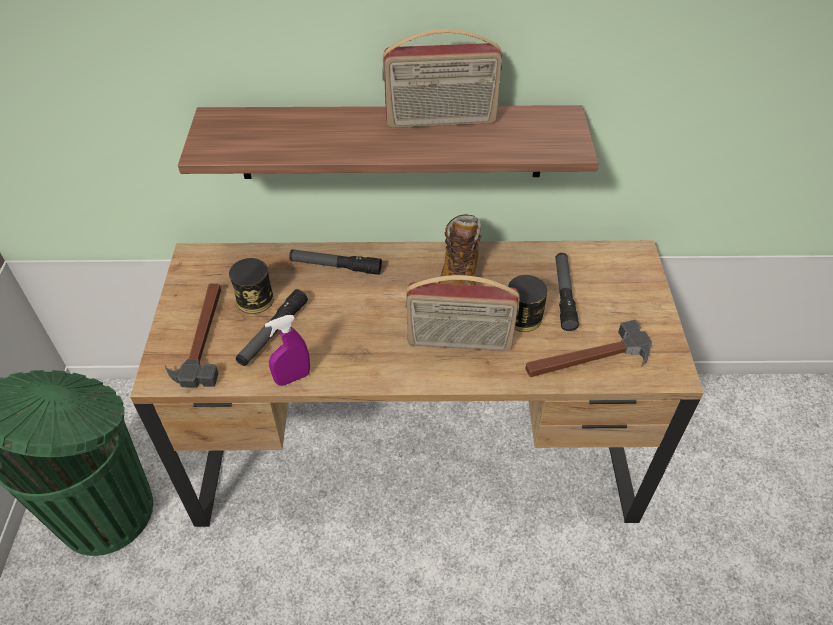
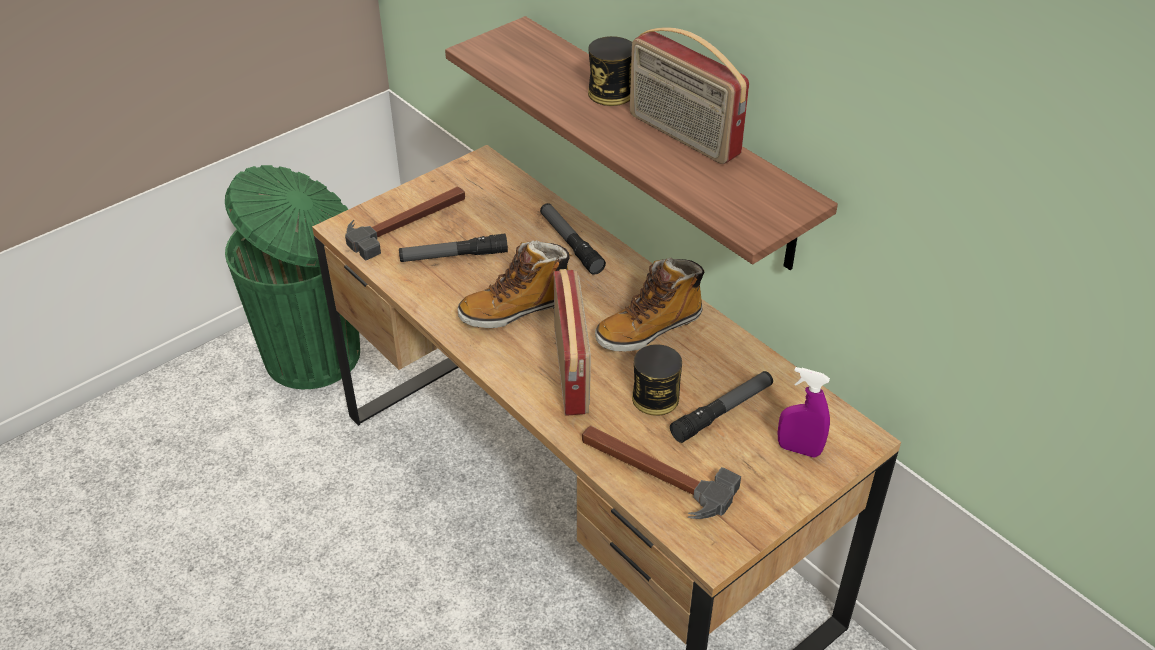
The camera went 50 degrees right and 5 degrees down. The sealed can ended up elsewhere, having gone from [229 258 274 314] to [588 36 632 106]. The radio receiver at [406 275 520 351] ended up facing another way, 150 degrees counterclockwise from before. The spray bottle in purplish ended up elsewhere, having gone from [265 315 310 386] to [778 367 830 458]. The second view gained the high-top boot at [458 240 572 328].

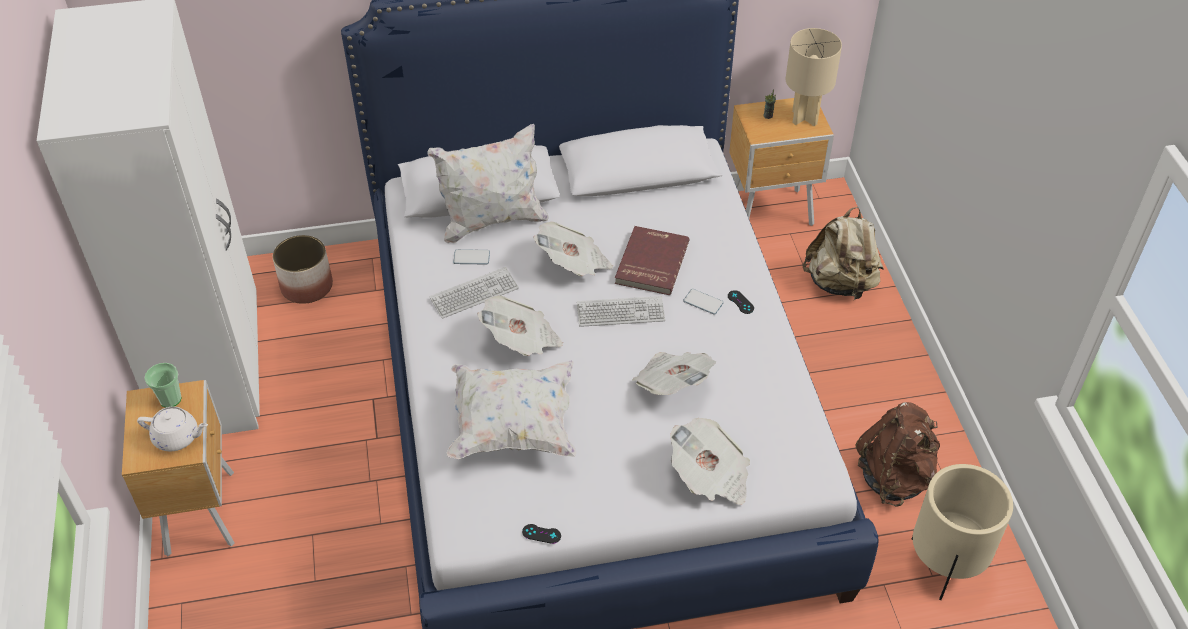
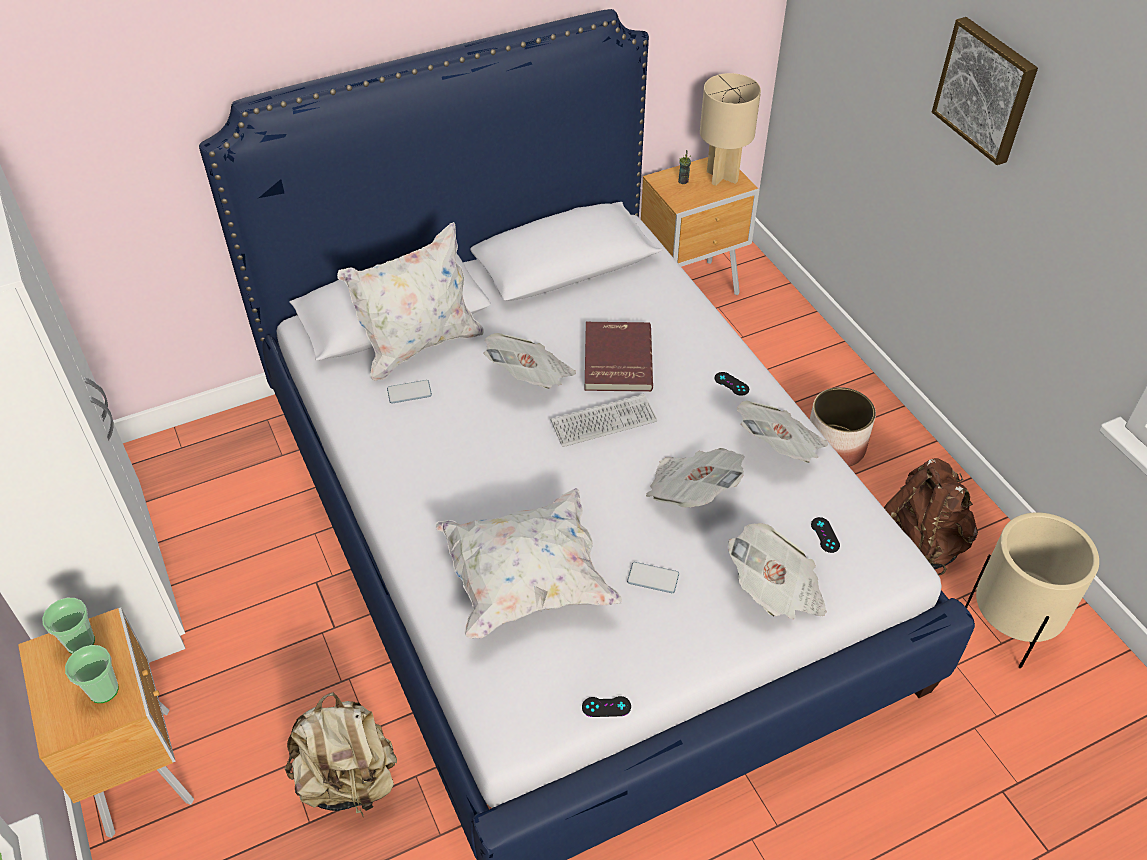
The camera went 15 degrees left and 0 degrees up. The knapsack in beige-coloured ended up elsewhere, having gone from [802 207 884 300] to [284 692 397 816]. The flower pot ended up elsewhere, having gone from [273 235 333 304] to [809 387 876 467]. The second view lost the keyboard at [429 267 519 318]. The phone ended up elsewhere, having gone from [683 289 724 315] to [627 562 679 593]. The printed paper ended up elsewhere, having gone from [477 296 563 356] to [737 400 828 463]. Where the pot for tea in whitish stood at [137 406 208 451], the small cup came to stand at [65 645 118 703]. The second view gained the wall picture at [932 17 1038 165]. The second view gained the game controller in blackish at [811 517 840 553].

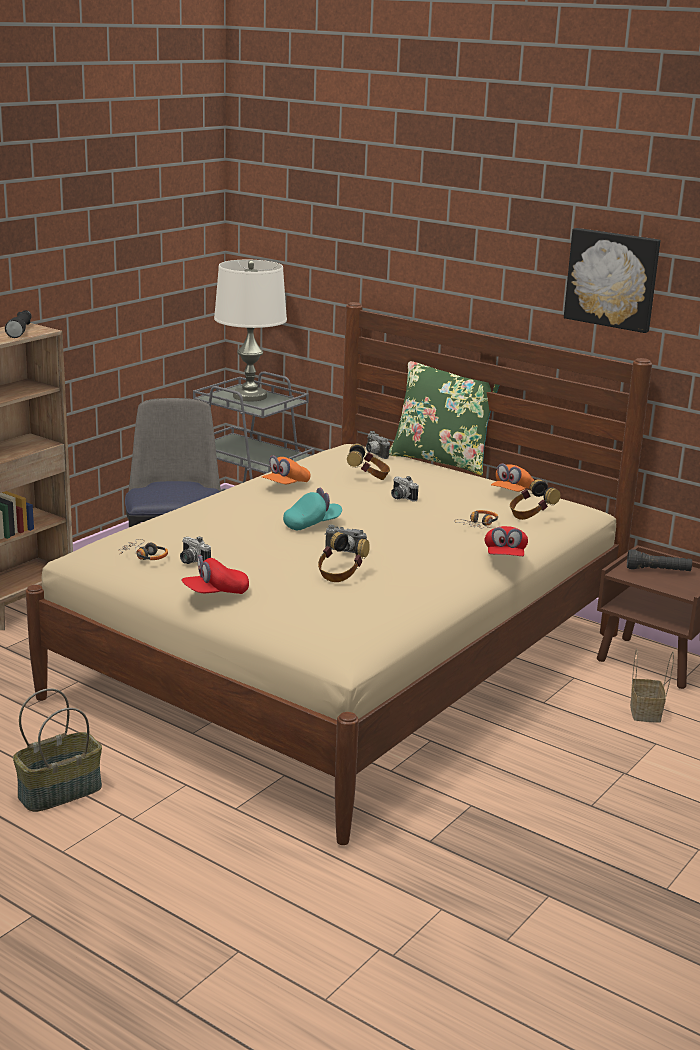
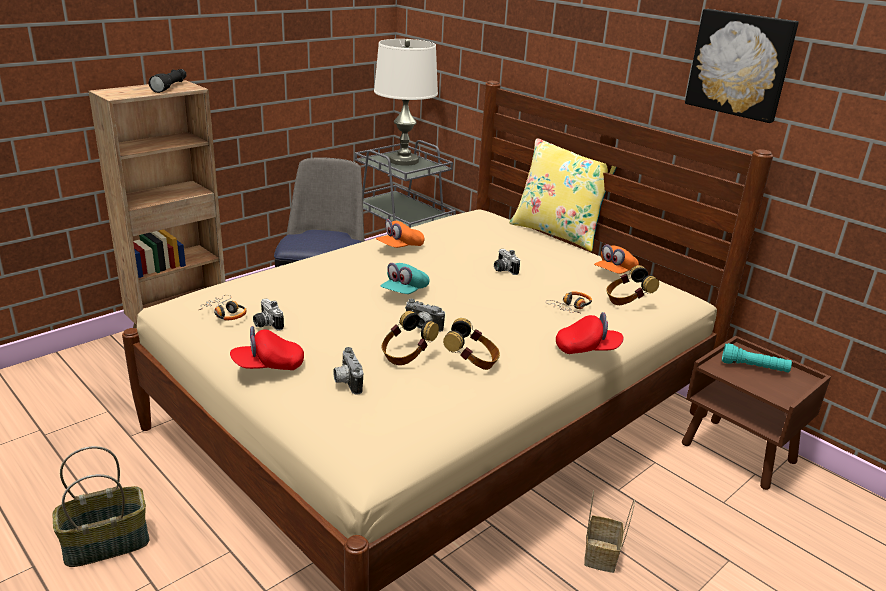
The camera went 10 degrees right and 5 degrees up. What was the throw pillow in green at [389 361 500 475] turned into the throw pillow in yellow at [509 138 617 252]. The still camera ended up elsewhere, having gone from [366 431 390 459] to [333 347 363 395]. The headphones ended up elsewhere, having gone from [347 444 390 480] to [443 318 500 370]. The baseball cap in turquoise at [283 488 342 530] ended up facing another way, 135 degrees clockwise from before. The baseball cap in reddish at [484 526 528 556] ended up facing another way, 105 degrees counterclockwise from before. What was the torch in blackish at [627 549 692 571] turned into the torch in turquoise at [722 343 792 373]. The basket ended up elsewhere, having gone from [630 649 674 723] to [584 490 635 573].

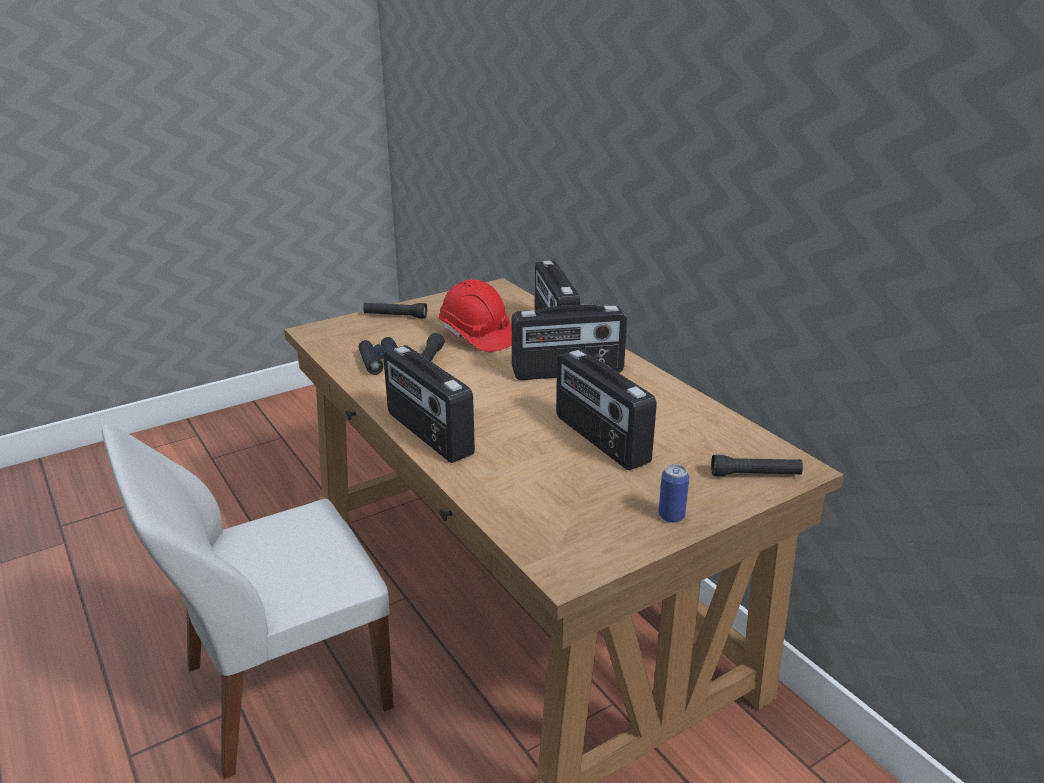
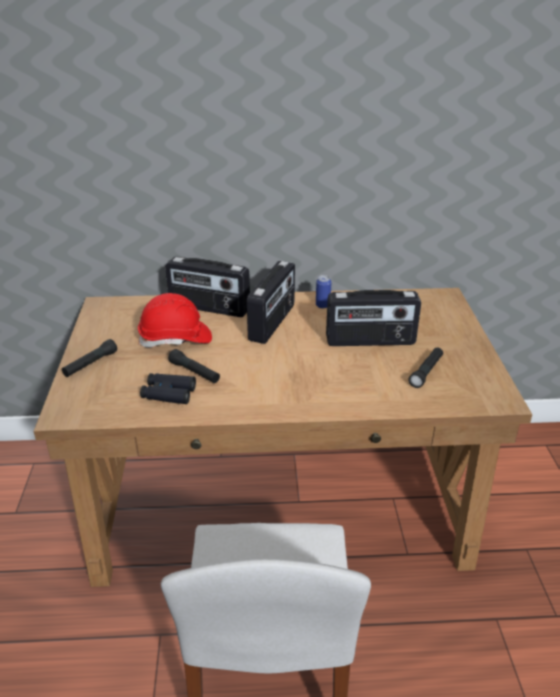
The camera went 60 degrees left and 5 degrees up. The second view lost the radio receiver at [383 345 475 463]. The torch in blackish ended up elsewhere, having gone from [711 455 803 476] to [408 347 443 388]. The sealed can ended up elsewhere, having gone from [658 464 689 523] to [316 275 331 308].

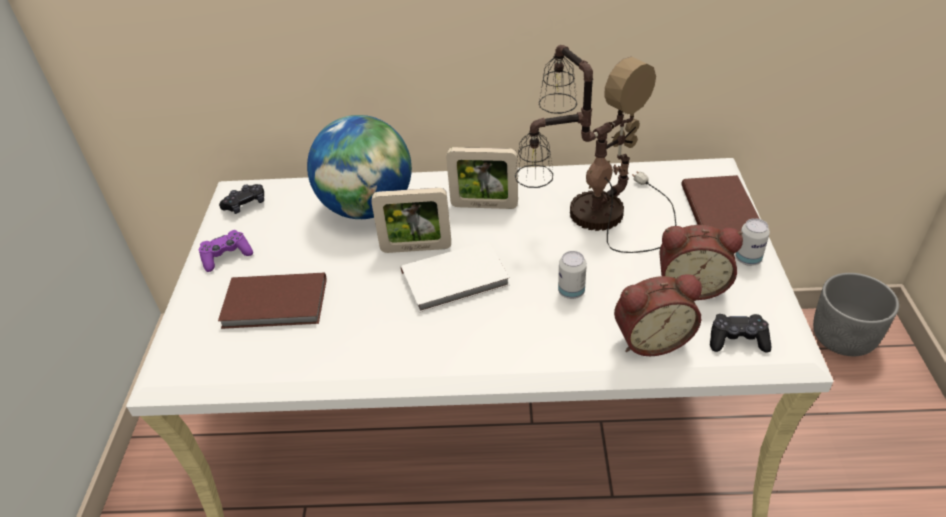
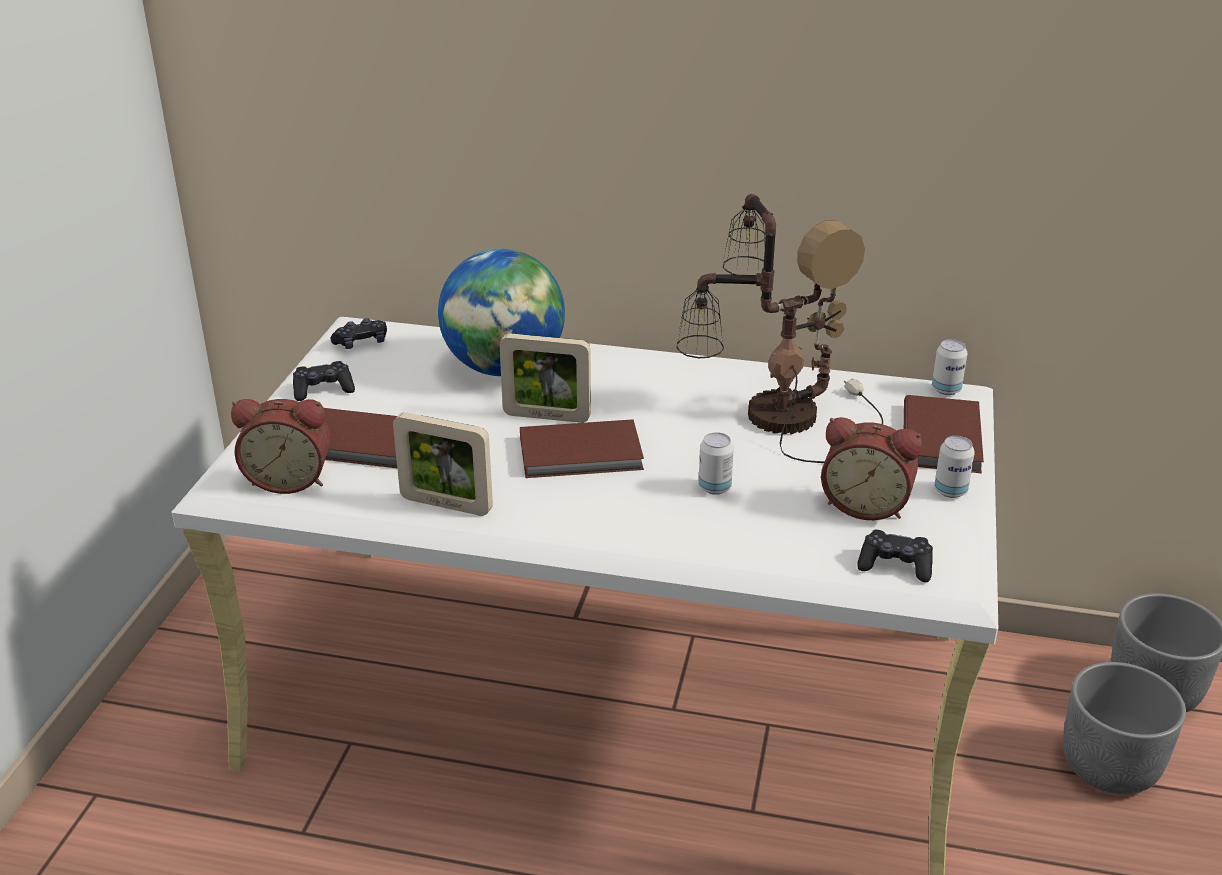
The camera went 10 degrees right and 10 degrees down. The photo frame ended up elsewhere, having gone from [446 147 518 209] to [393 412 493 516]. What was the game controller in purplish at [199 230 253 272] turned into the game controller in blackish at [293 361 355 401]. What was the volume in whitish at [400 241 510 313] turned into the volume in brownish at [520 419 644 478]. The table clock ended up elsewhere, having gone from [614 274 702 356] to [231 399 331 494]. The second view gained the sealed can at [932 339 967 395]. The second view gained the flower pot in greyish at [1063 662 1186 794].

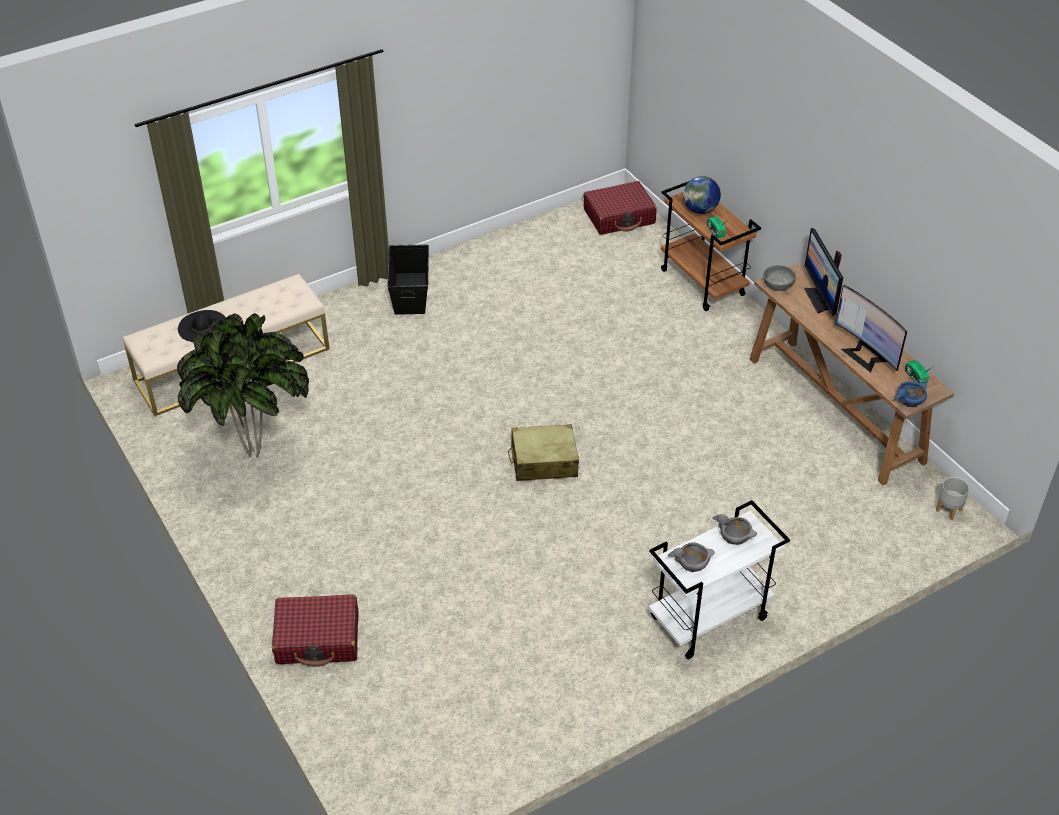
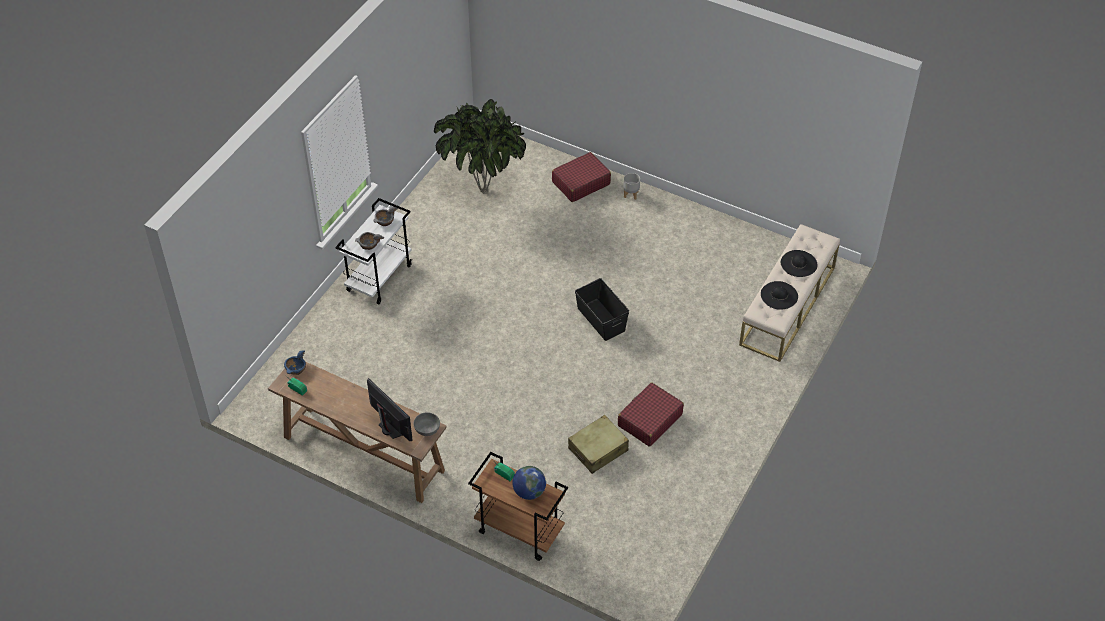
The camera went 150 degrees right and 5 degrees up. The travel case in reddish ended up elsewhere, having gone from [583 181 657 235] to [618 382 684 447]. The storage bin in blackish ended up elsewhere, having gone from [387 244 429 315] to [575 278 629 341]. The second view lost the monitor at [836 285 907 373]. The houseplant ended up elsewhere, having gone from [177 313 309 458] to [434 99 526 193]. The travel case in beige-coloured ended up elsewhere, having gone from [508 424 579 481] to [568 415 629 474]. The flower pot in greyish ended up elsewhere, having gone from [936 477 969 520] to [623 173 640 200]. The second view gained the clothing hat in blackish at [761 281 798 310].

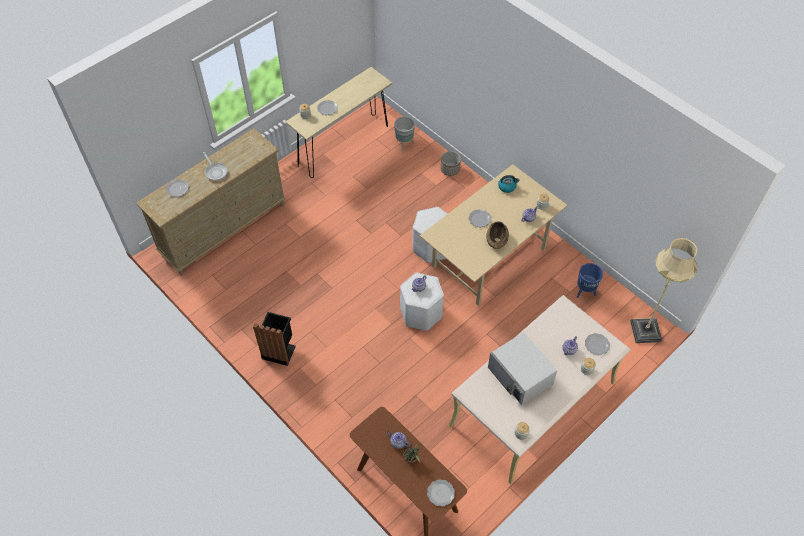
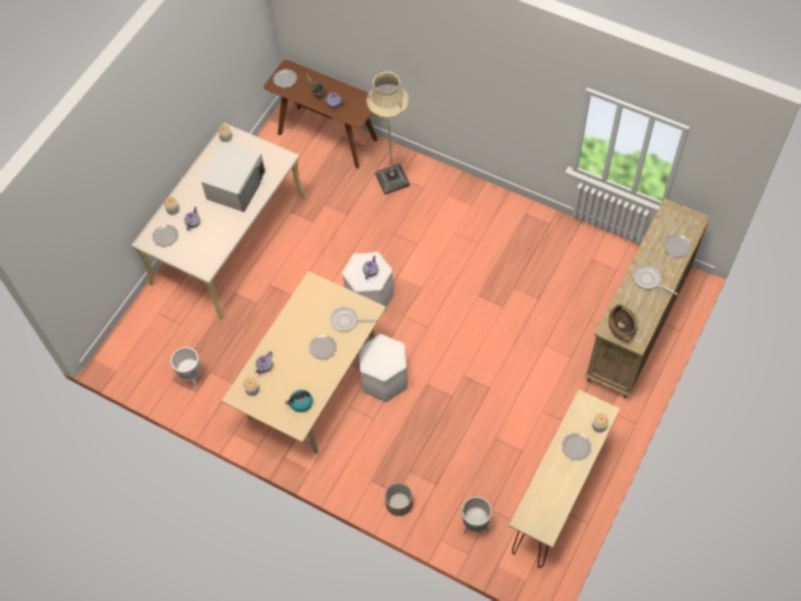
The camera went 165 degrees right and 5 degrees up. The bowl in brownish ended up elsewhere, having gone from [486 221 509 249] to [609 304 638 342]. The standing lamp in beige-coloured ended up elsewhere, having gone from [630 238 697 343] to [366 71 410 195]. What was the flower pot in blue-coloured at [577 263 603 298] turned into the flower pot in whitish at [171 347 202 389]. The second view lost the rubbish bin in blackish at [253 312 296 366]. The microwave in whitish at [488 332 558 405] ended up facing another way, 75 degrees clockwise from before. The second view gained the frying pan at [331 307 378 331].

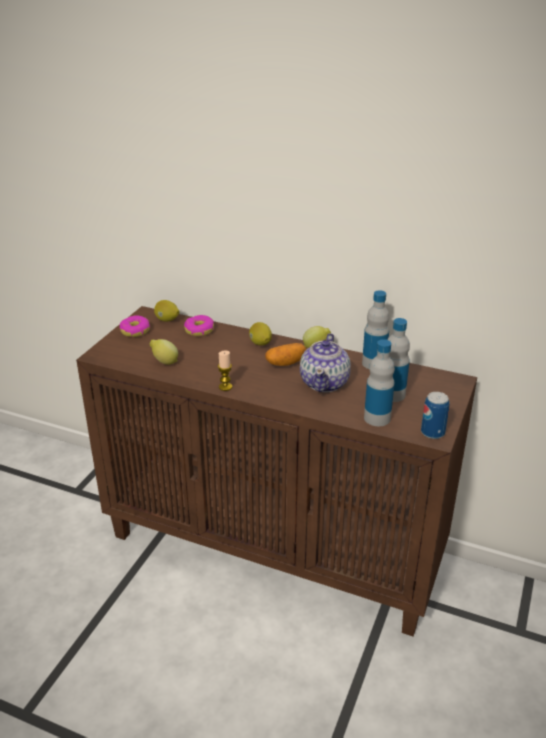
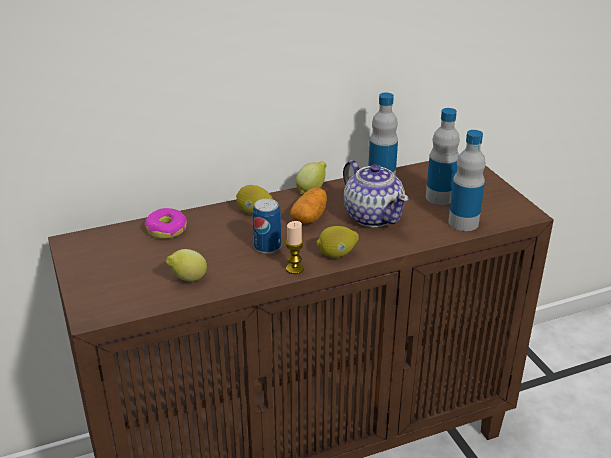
The camera went 45 degrees left and 0 degrees up. The citrus fruit ended up elsewhere, having gone from [154 300 179 321] to [316 226 359 258]. The second view lost the doughnut at [120 315 150 337]. The sealed can ended up elsewhere, having gone from [421 392 449 439] to [252 198 281 254].

